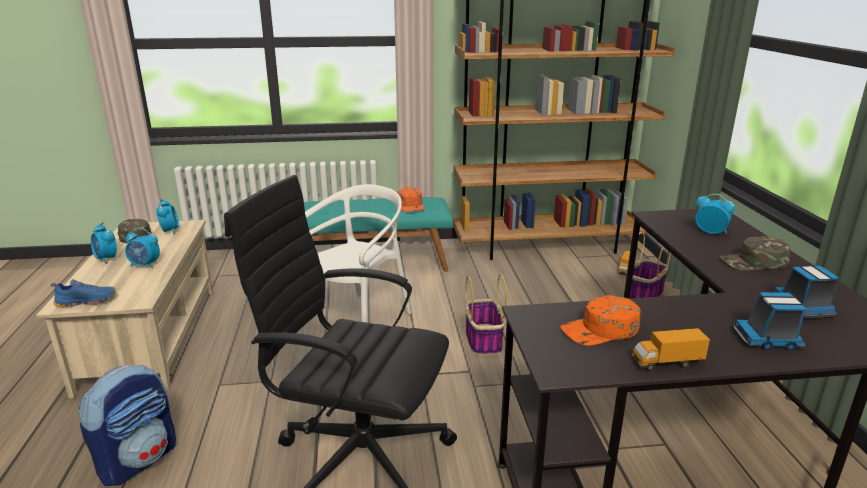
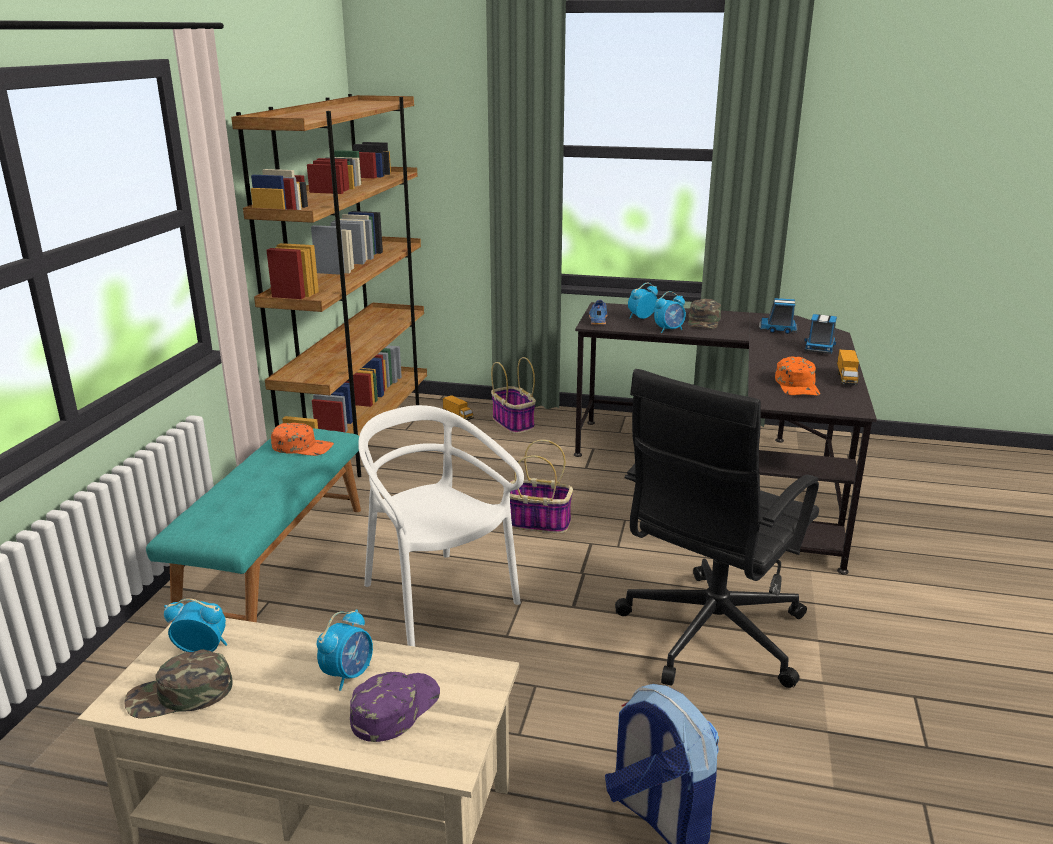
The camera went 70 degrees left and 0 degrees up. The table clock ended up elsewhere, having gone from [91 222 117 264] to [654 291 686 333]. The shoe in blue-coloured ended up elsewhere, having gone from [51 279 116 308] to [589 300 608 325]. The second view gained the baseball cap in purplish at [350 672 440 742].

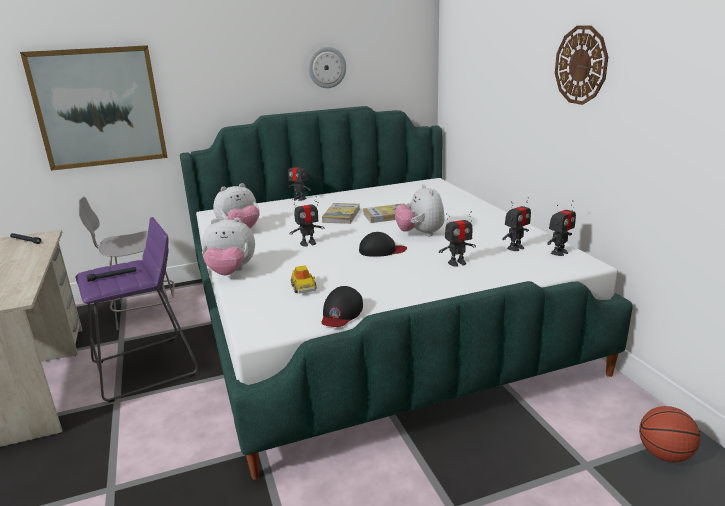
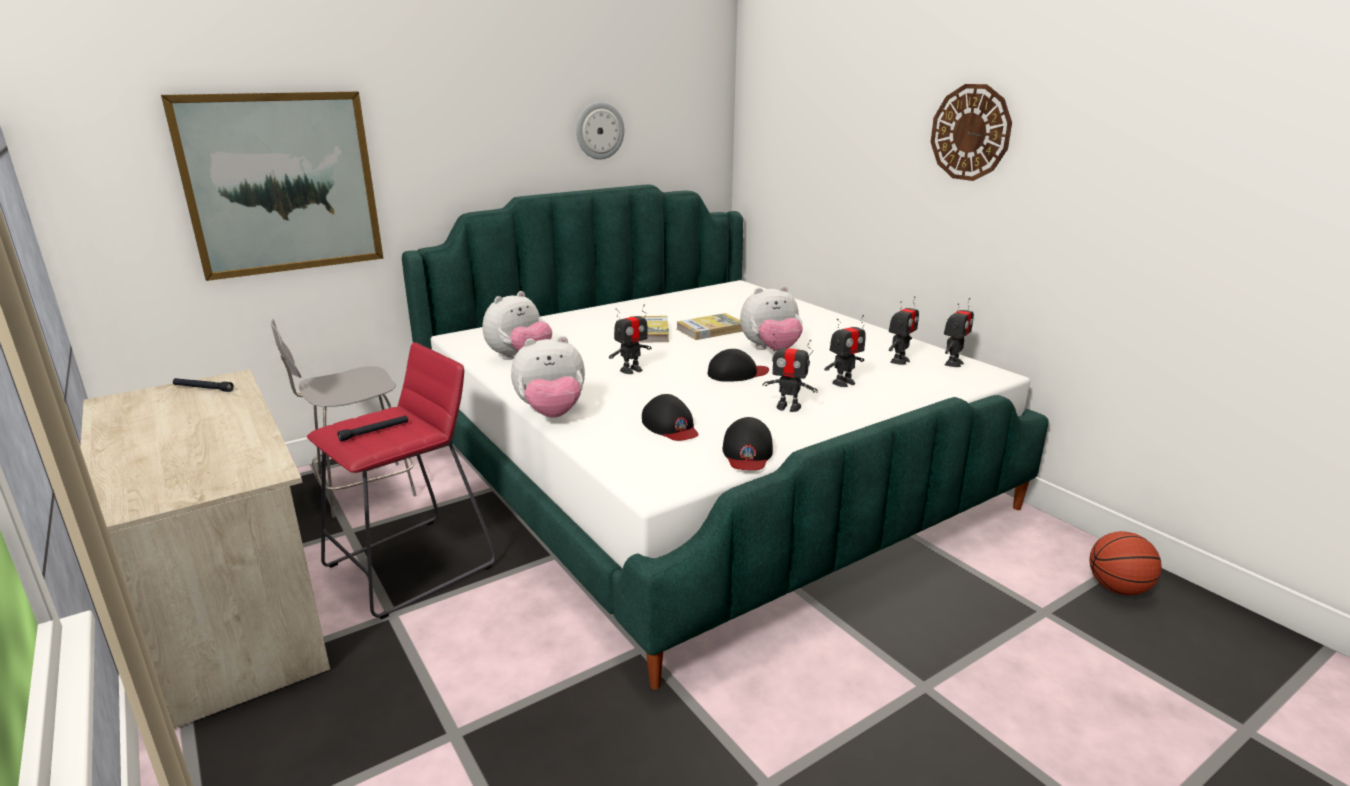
The camera went 15 degrees left and 0 degrees up. The robot figure ended up elsewhere, having gone from [288 159 311 201] to [763 334 818 412]. The soft toy at [395 184 445 236] ended up facing another way, 75 degrees counterclockwise from before. What was the stool in purplish at [75 217 198 403] turned into the stool in reddish at [307 342 496 619]. Where the toy car stood at [291 266 317 293], the baseball cap in blackish came to stand at [642 394 699 441].

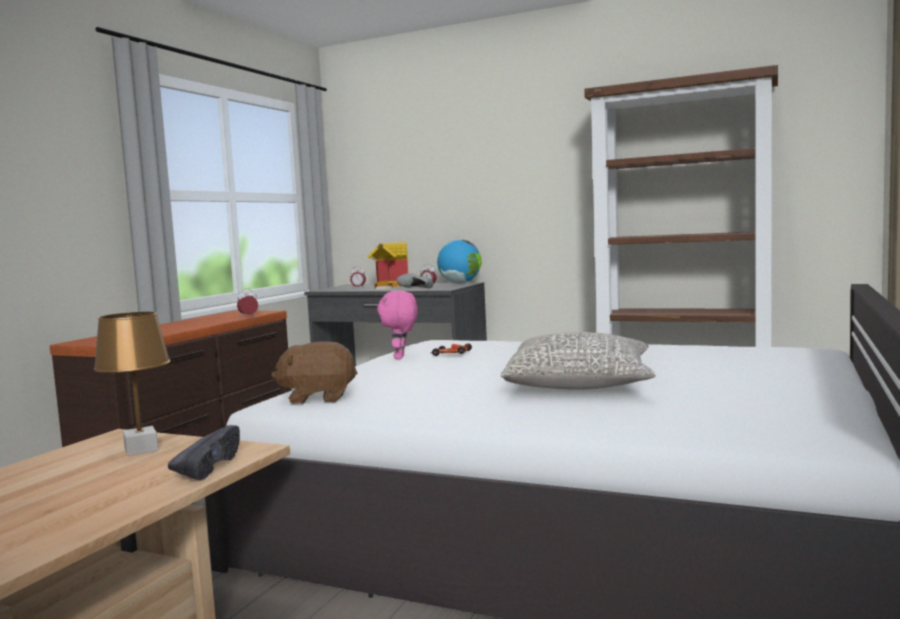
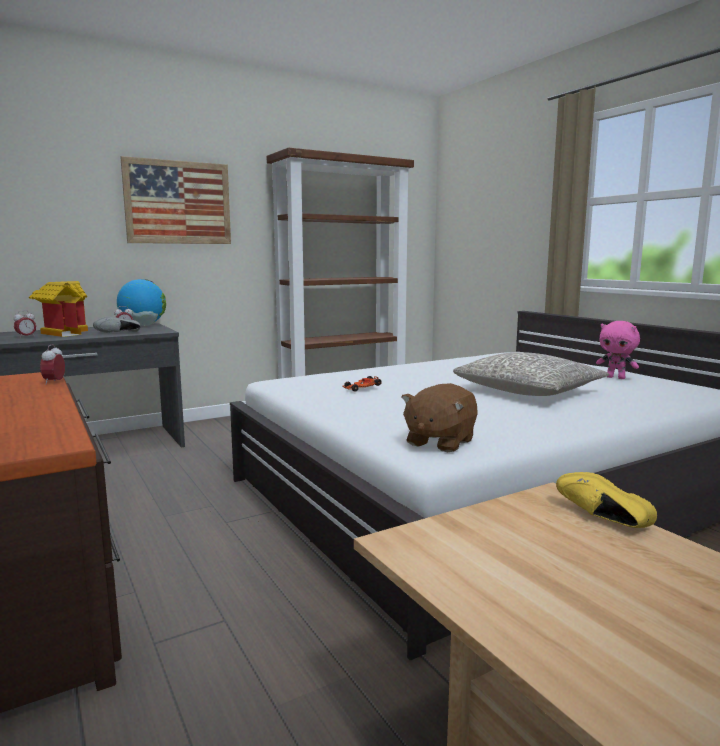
The camera went 55 degrees left and 5 degrees up. The soft toy in pink ended up elsewhere, having gone from [377 291 418 359] to [596 321 640 379]. The second view lost the lamp for a table in brownish at [94 312 170 456]. What was the shoe in blackish at [168 425 240 480] turned into the shoe in yellow at [556 472 657 528]. The second view gained the wall picture at [120 156 231 244].

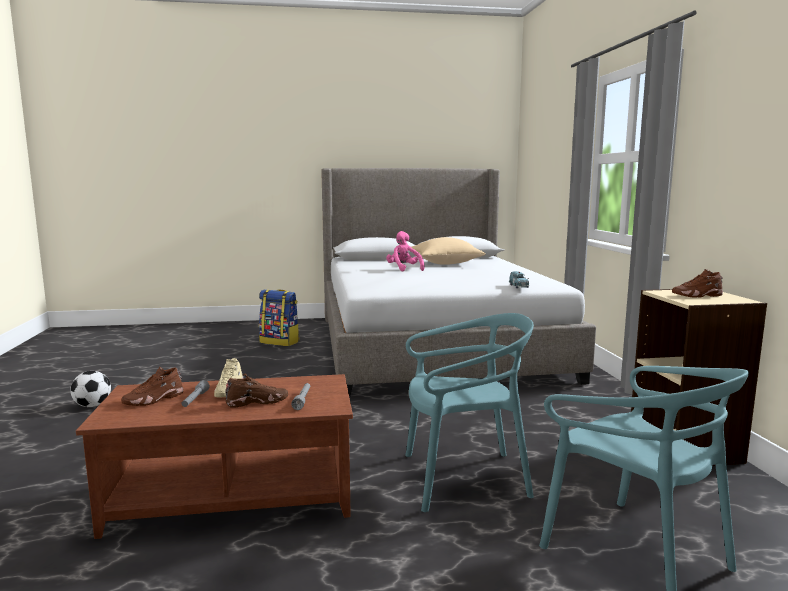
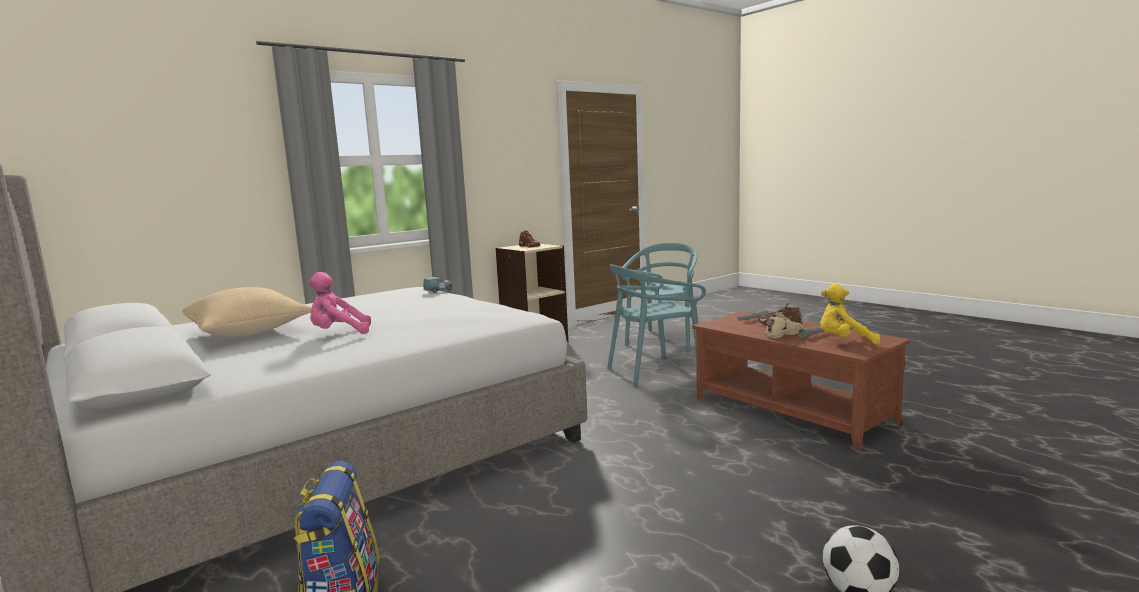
The camera went 120 degrees left and 0 degrees up. The soft toy in pink at [386 231 425 271] ended up facing another way, 45 degrees clockwise from before. The chair in turquoise at [405 313 534 512] ended up facing another way, 75 degrees counterclockwise from before. Where the shoe in brownish stood at [121 367 183 406], the soft toy in yellow came to stand at [820 284 881 344].

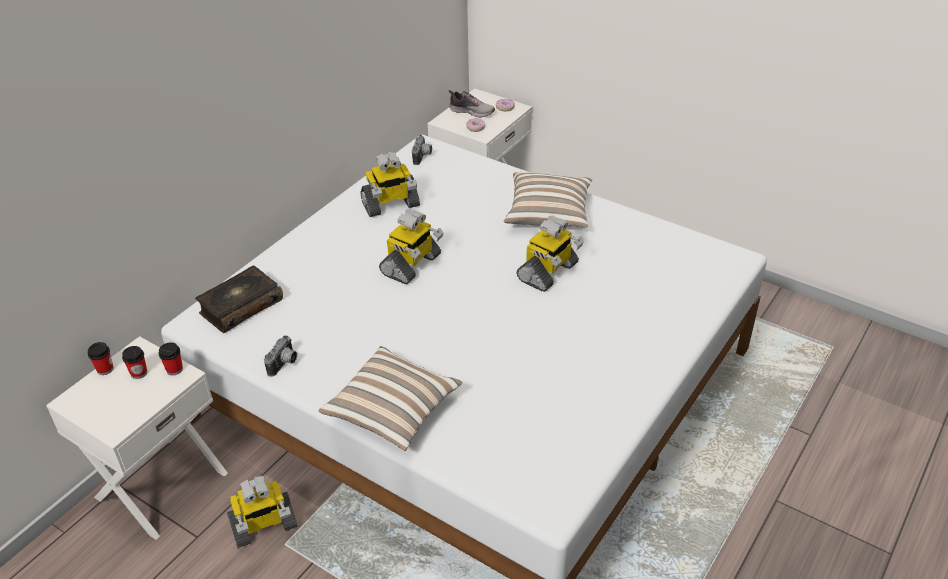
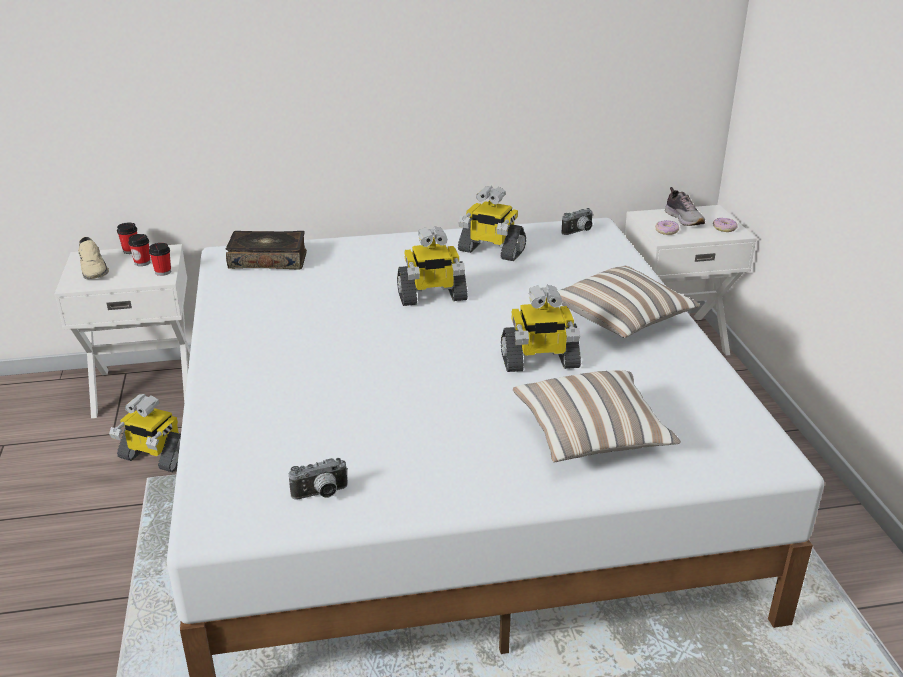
The camera went 45 degrees right and 10 degrees down. The still camera ended up elsewhere, having gone from [264 336 297 377] to [289 458 348 500]. The throw pillow ended up elsewhere, having gone from [318 346 463 451] to [513 370 681 463]. The second view gained the shoe in beige-coloured at [78 237 109 279].

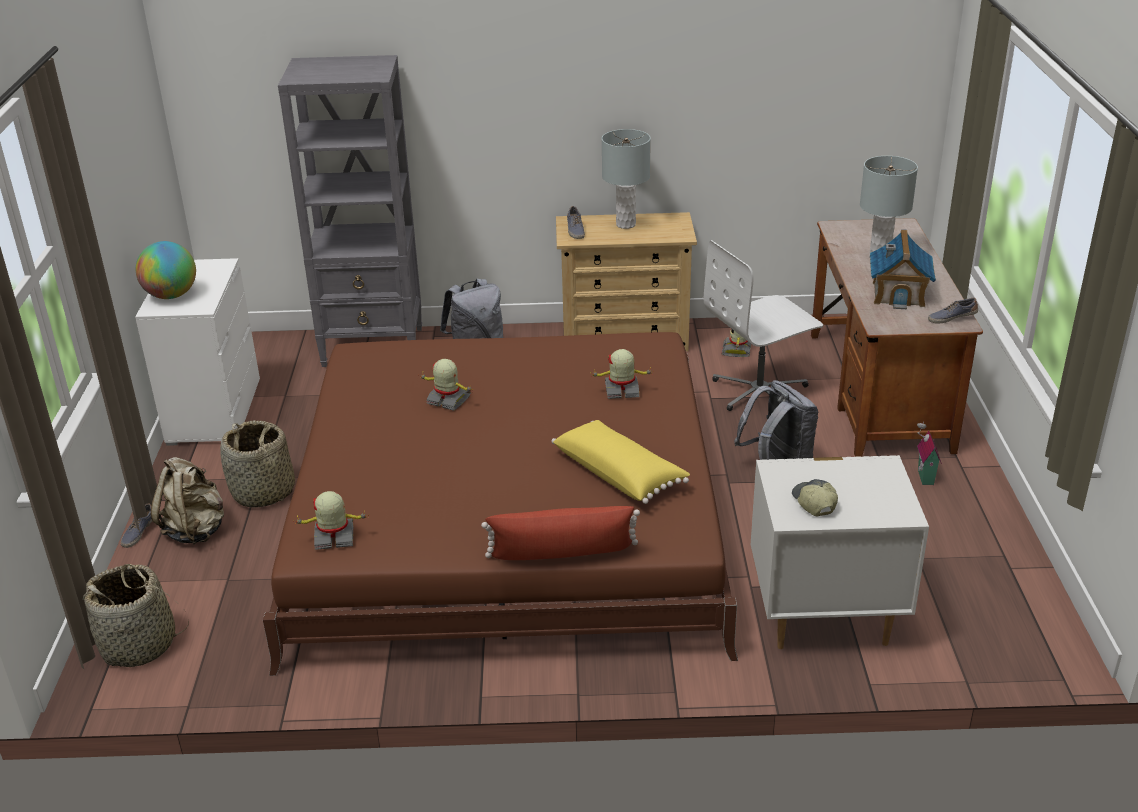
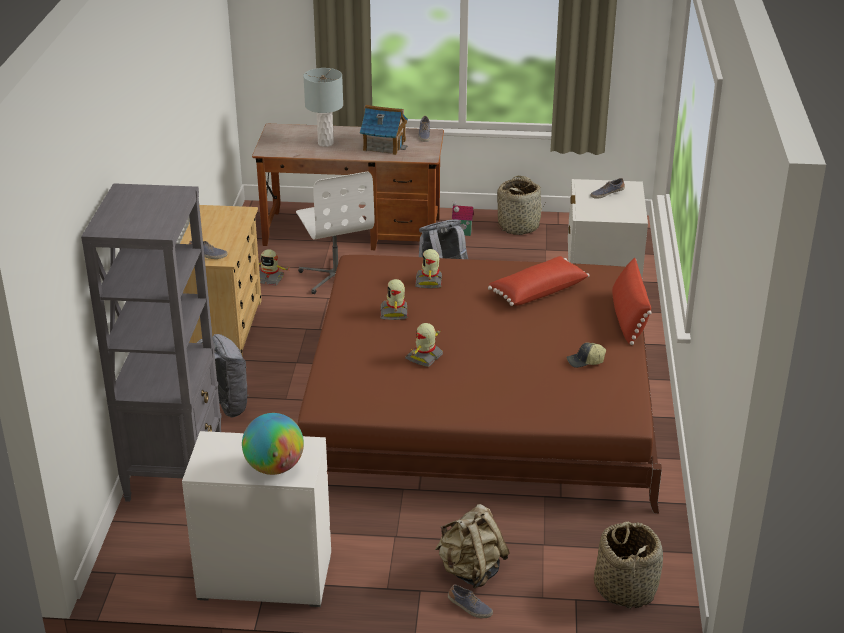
The camera went 85 degrees left and 0 degrees up. The second view lost the lamp for a table in greyish at [602 129 651 229]. The basket ended up elsewhere, having gone from [220 420 295 508] to [497 176 543 235]. What was the throw pillow in yellow at [551 420 690 504] turned into the throw pillow in reddish at [488 256 590 306]. The baseball cap ended up elsewhere, having gone from [792 479 838 517] to [566 342 606 368]. The robot figure ended up elsewhere, having gone from [293 491 369 550] to [380 279 408 320]. The second view gained the shoe at [591 178 625 199].

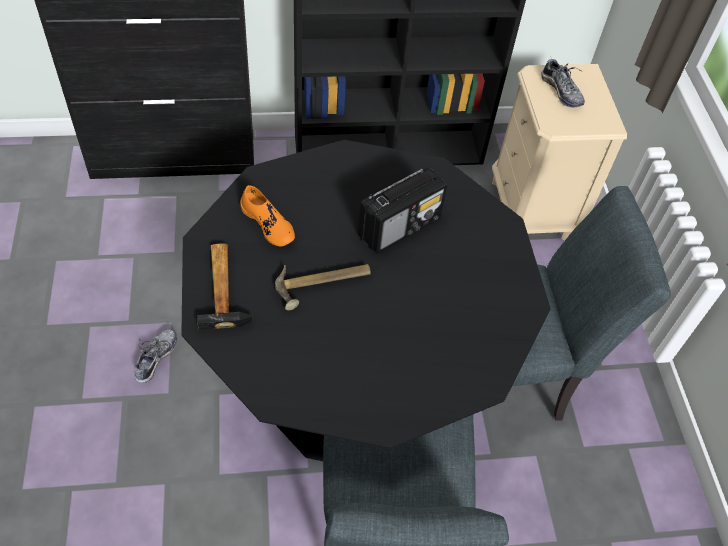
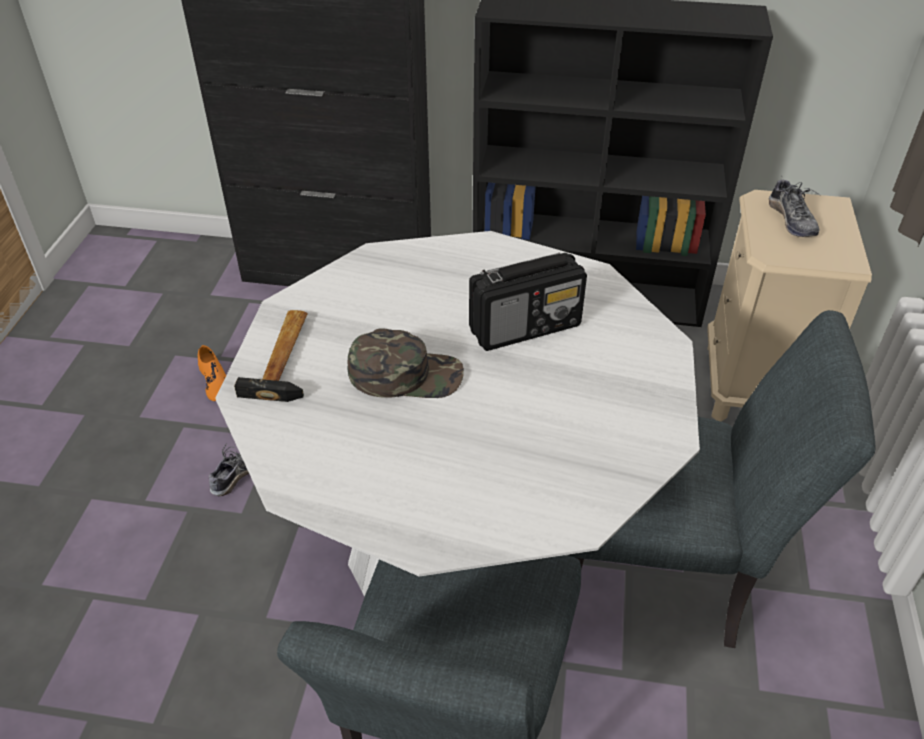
The camera went 20 degrees right and 10 degrees down. What was the dining table in blackish at [181 140 551 461] turned into the dining table in whitish at [215 231 700 597]. The shoe in orange-coloured ended up elsewhere, having gone from [241 185 295 246] to [198 345 226 401]. Where the hand hammer stood at [275 264 371 310], the baseball cap in green came to stand at [348 328 464 398].

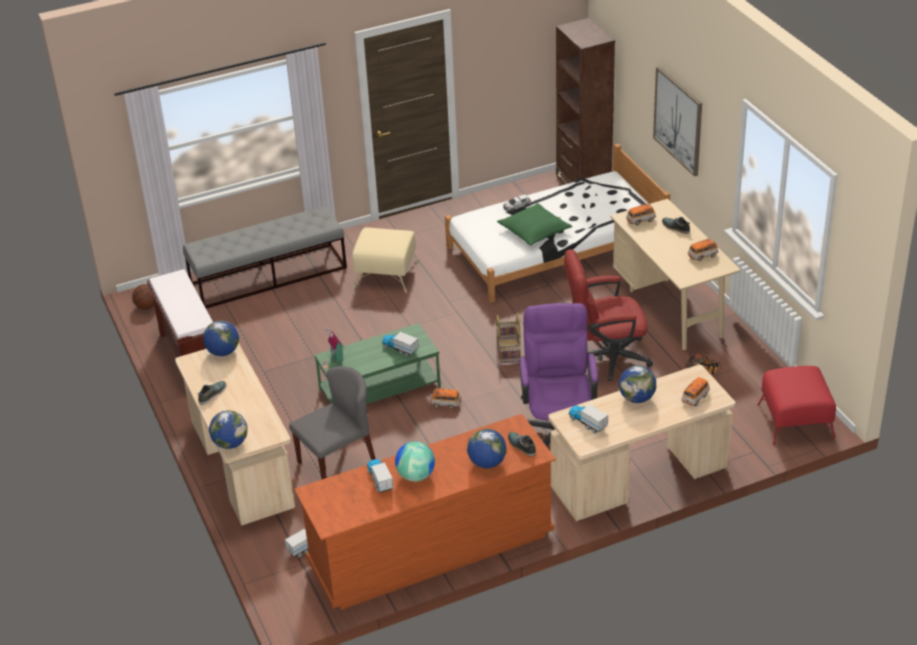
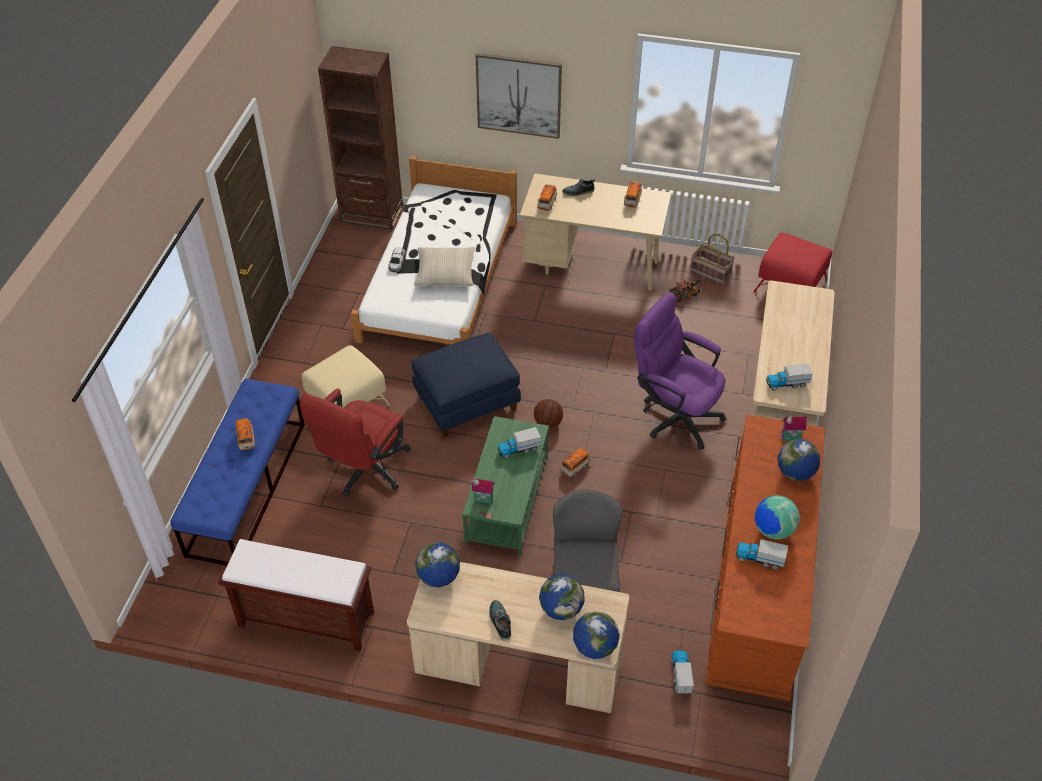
The camera went 55 degrees left and 10 degrees up. What was the throw pillow in green at [497 203 572 246] turned into the throw pillow in beige-coloured at [414 247 475 286]. What was the indoor bench in greyish at [183 206 347 308] turned into the indoor bench in blue-coloured at [171 379 305 566]. The office chair in reddish ended up elsewhere, having gone from [564 249 653 381] to [300 389 411 496]. The ball for basketball ended up elsewhere, having gone from [132 284 154 310] to [534 399 563 428]. The basket ended up elsewhere, having gone from [496 313 521 363] to [691 234 735 284]. The globe ended up elsewhere, having gone from [619 365 656 403] to [539 574 585 620]. The toy car ended up elsewhere, having gone from [682 377 710 406] to [234 418 255 451]. Where the shoe stood at [508 432 536 457], the toy house came to stand at [781 415 807 441]. The second view gained the footrest in blue-coloured at [412 333 521 437].

